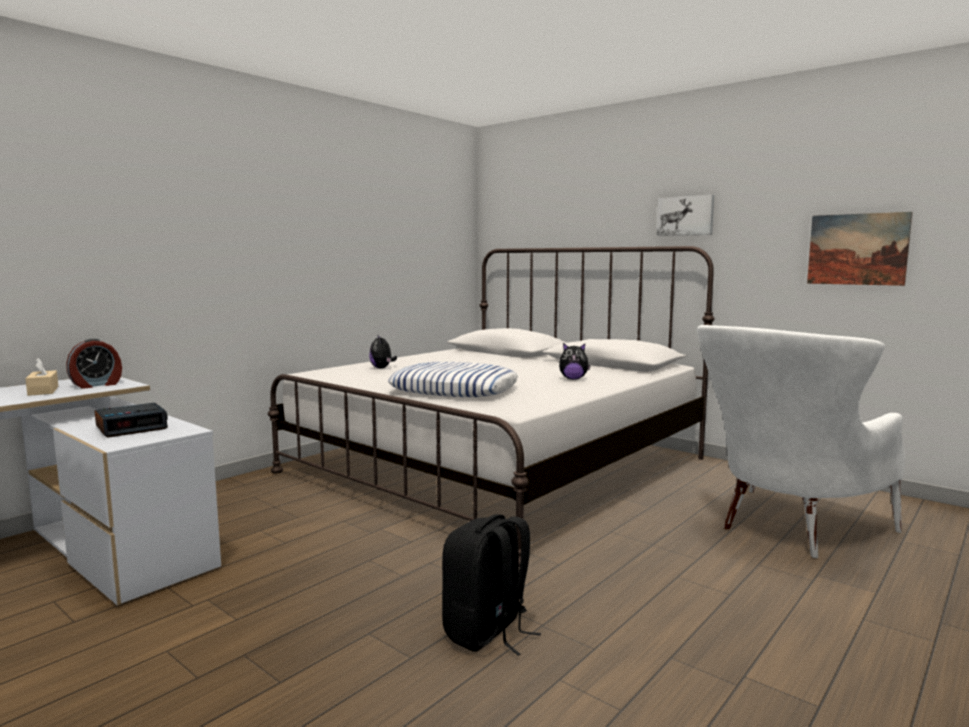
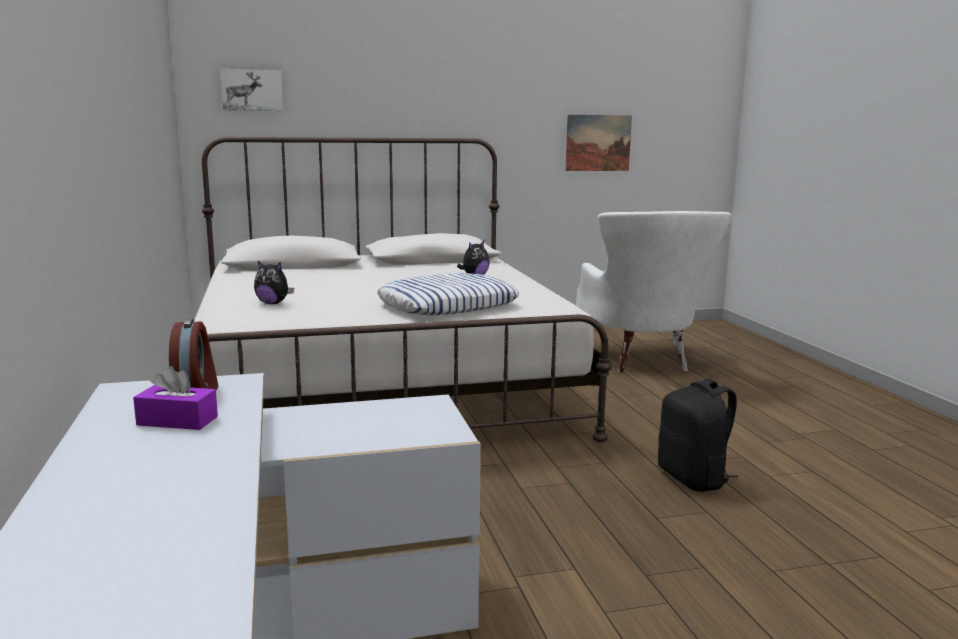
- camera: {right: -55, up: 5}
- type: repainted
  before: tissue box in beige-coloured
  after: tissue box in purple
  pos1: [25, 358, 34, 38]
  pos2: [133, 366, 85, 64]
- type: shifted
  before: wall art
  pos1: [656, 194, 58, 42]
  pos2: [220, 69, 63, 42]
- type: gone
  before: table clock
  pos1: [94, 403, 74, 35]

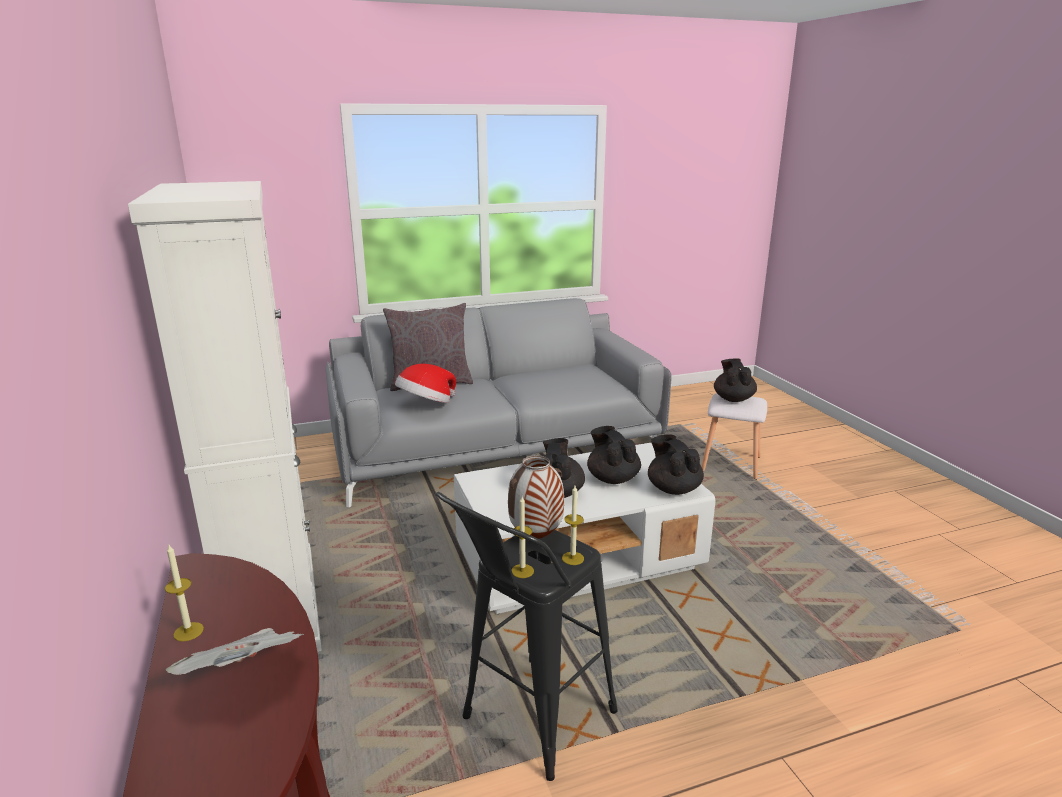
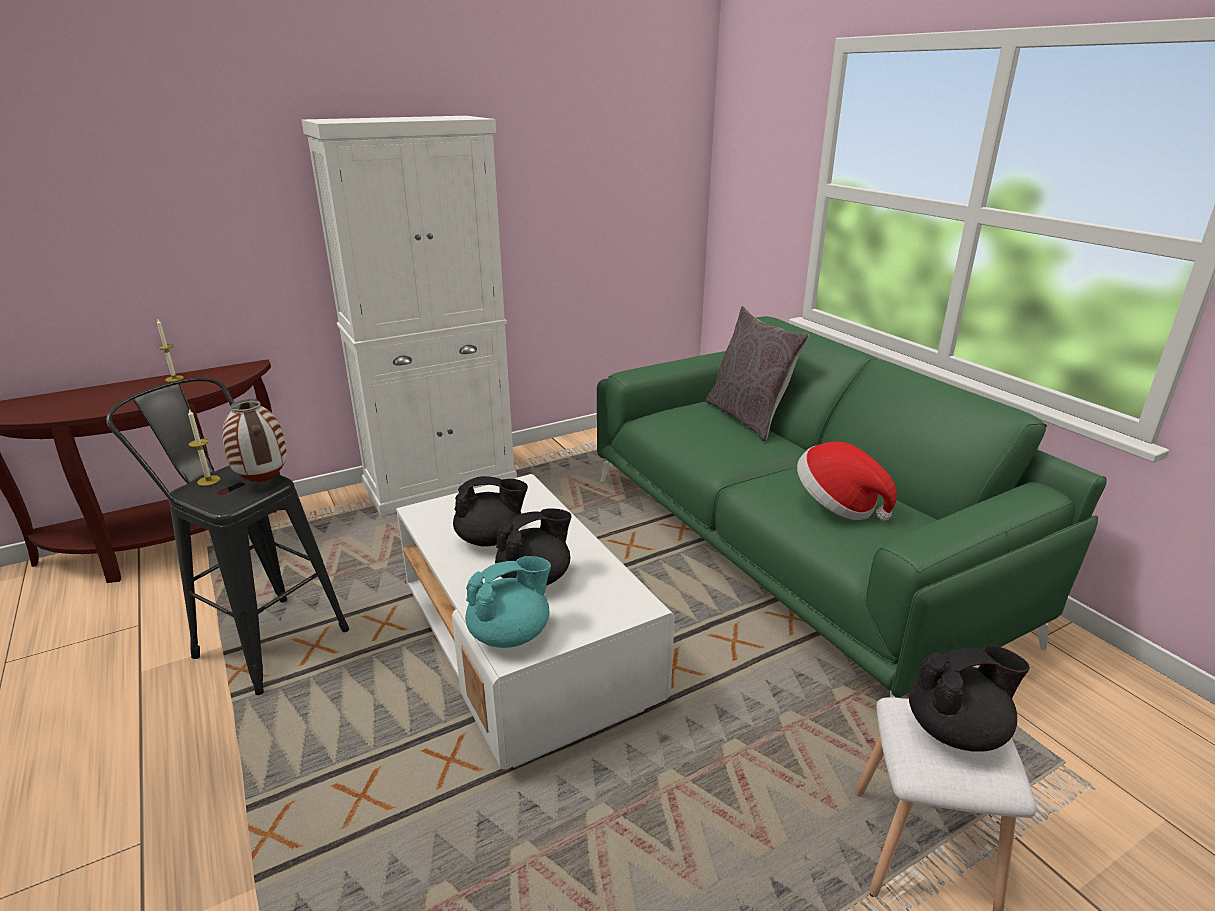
- camera: {right: 80, up: 5}
- type: repainted
  before: pot for tea in black-coloured
  after: pot for tea in turquoise-coloured
  pos1: [648, 434, 56, 61]
  pos2: [465, 556, 86, 92]
- type: repainted
  before: sofa in gray
  after: sofa in green
  pos1: [326, 298, 346, 209]
  pos2: [597, 316, 510, 382]
- type: shifted
  before: clothing hat
  pos1: [395, 364, 61, 39]
  pos2: [797, 442, 100, 79]
- type: gone
  before: daily paper
  pos1: [165, 628, 139, 47]
- type: gone
  before: wax candle
  pos1: [562, 486, 22, 79]

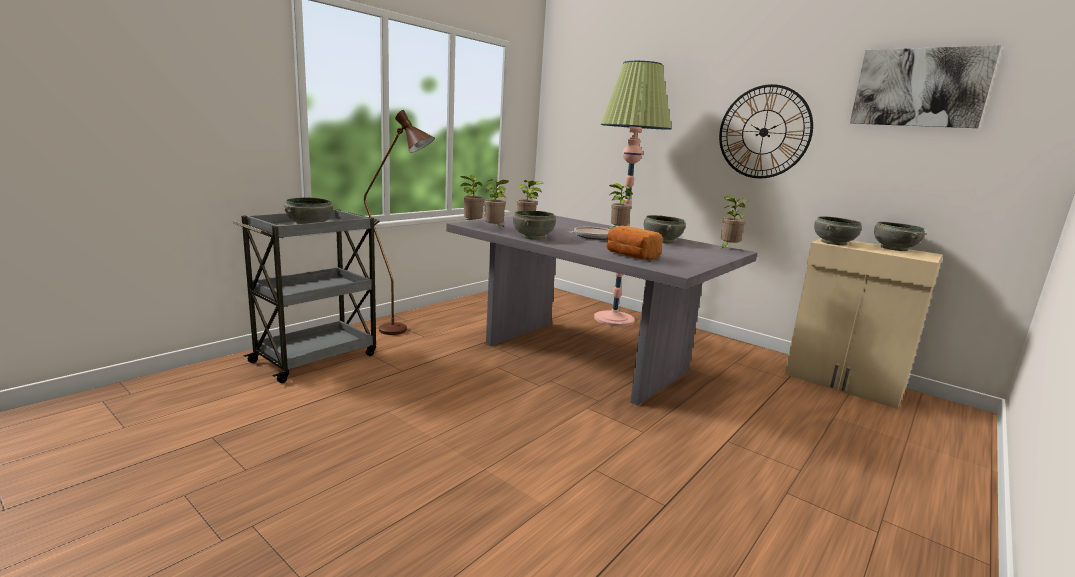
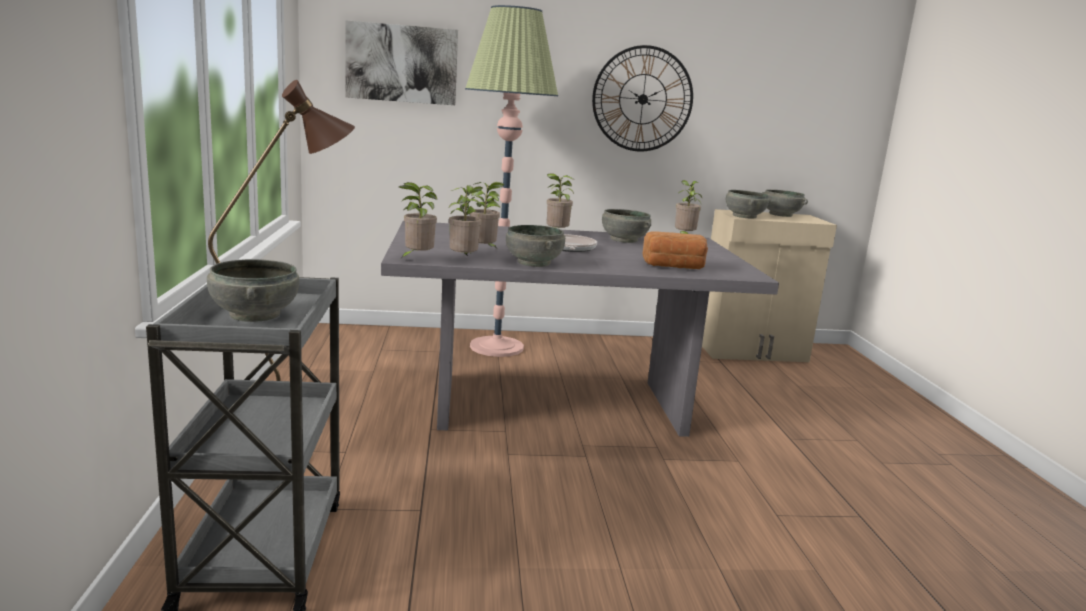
- camera: {right: -45, up: 0}
- type: shifted
  before: wall art
  pos1: [850, 45, 151, 83]
  pos2: [345, 20, 113, 85]

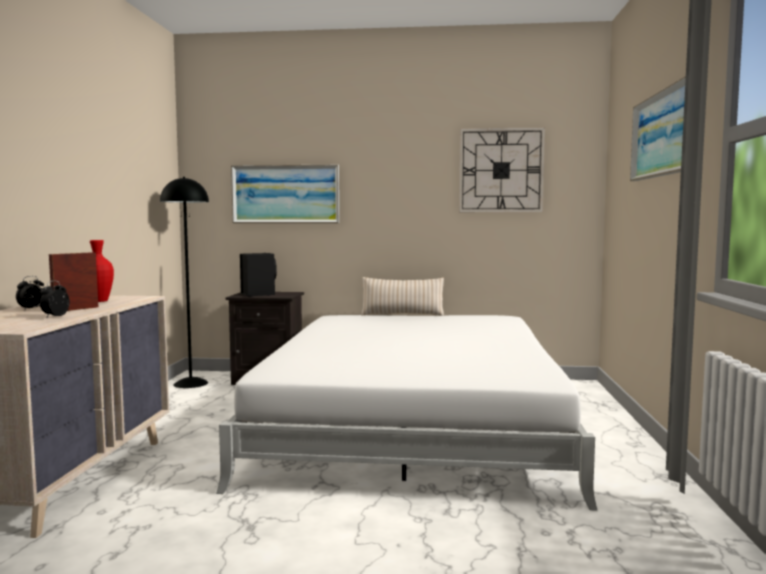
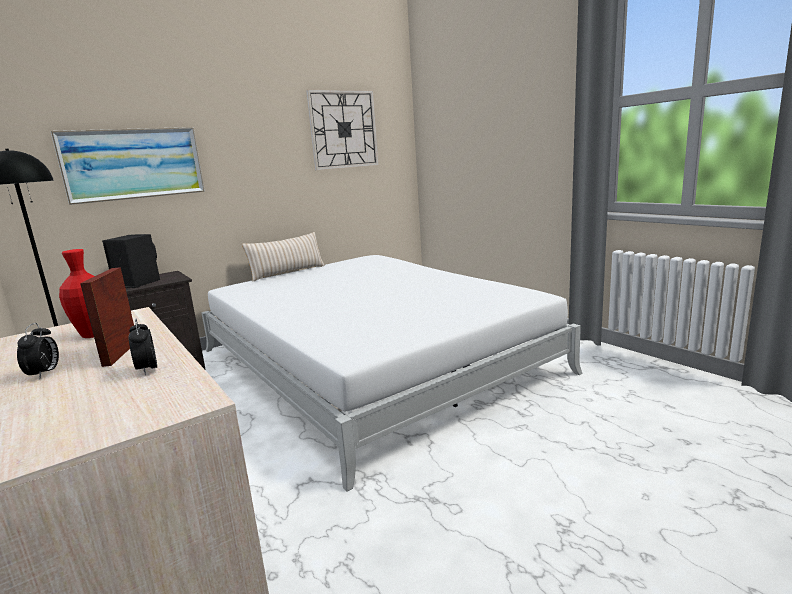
- camera: {right: -40, up: 10}
- type: gone
  before: wall art
  pos1: [630, 76, 56, 105]

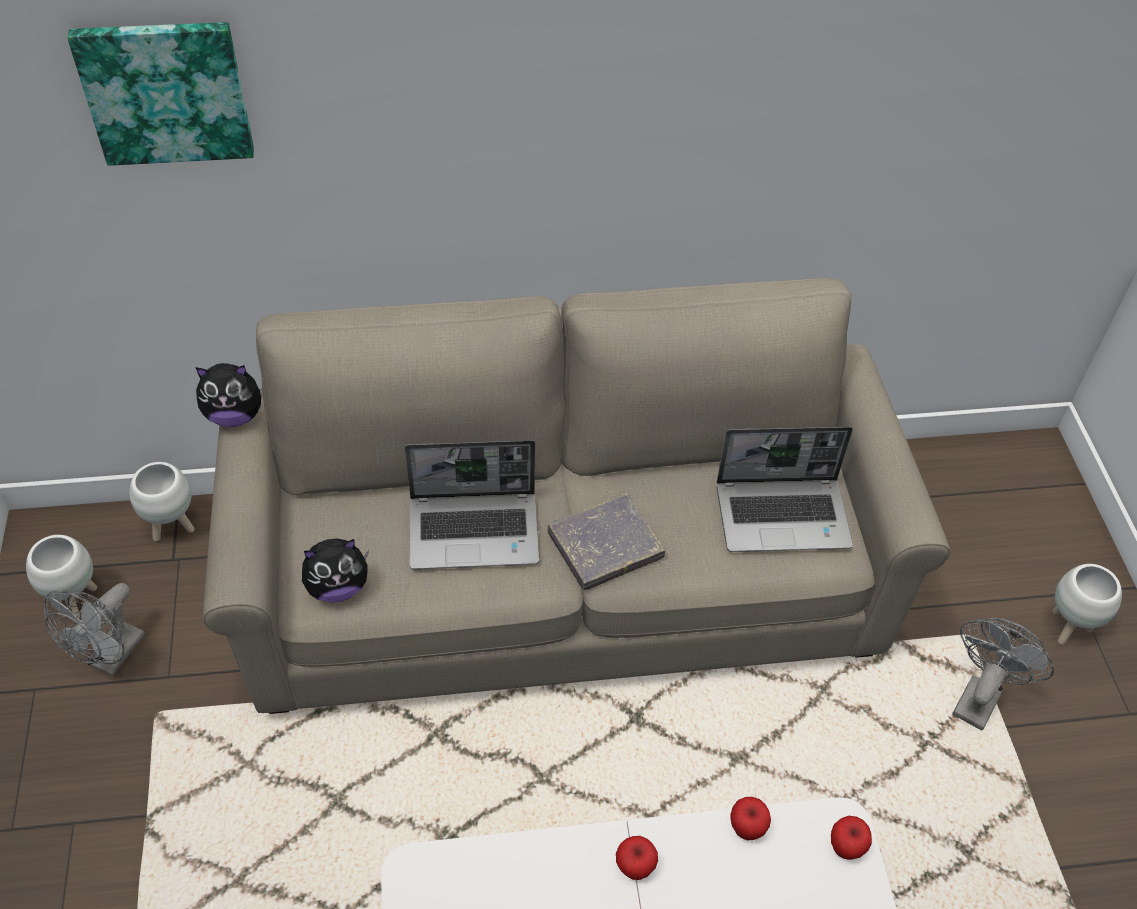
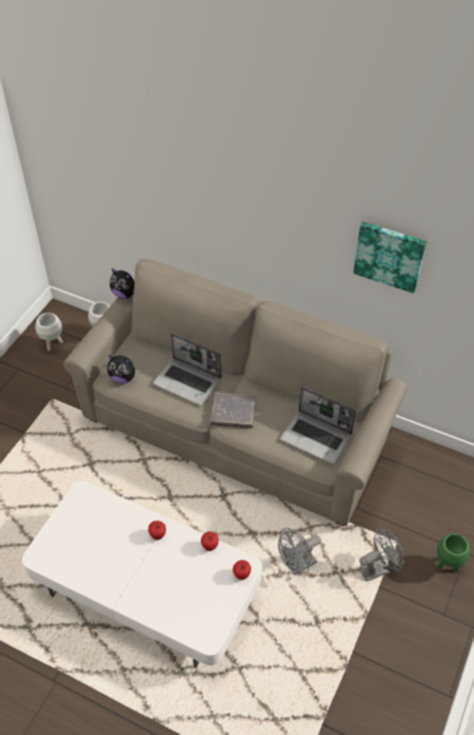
- camera: {right: 35, up: 0}
- type: shifted
  before: fan in gray
  pos1: [44, 583, 101, 93]
  pos2: [278, 528, 43, 47]
- type: shifted
  before: wall art
  pos1: [67, 22, 187, 144]
  pos2: [353, 222, 74, 71]
- type: repainted
  before: plant pot in white
  after: plant pot in green
  pos1: [1052, 564, 70, 81]
  pos2: [437, 533, 33, 39]

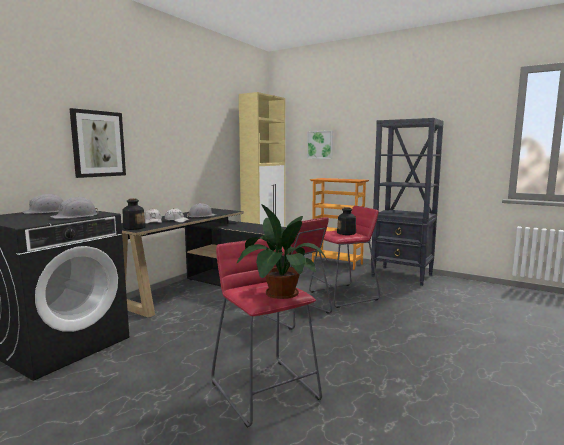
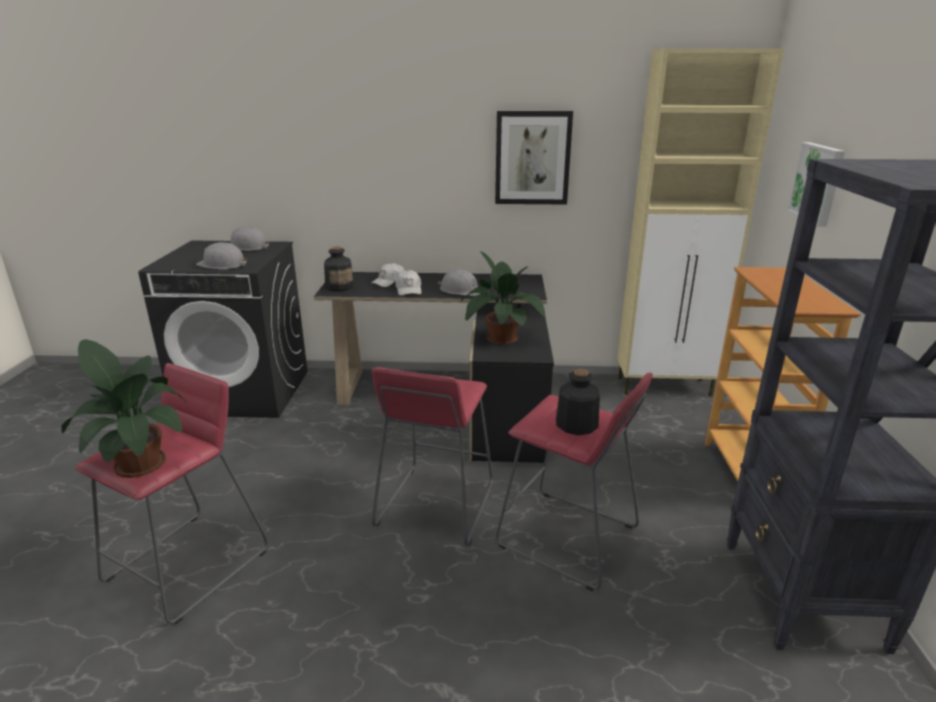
- camera: {right: 60, up: 15}
- type: new
  after: plant in a pot
  pos2: [460, 251, 85, 93]
- type: shifted
  before: wall art
  pos1: [70, 108, 56, 70]
  pos2: [495, 111, 78, 94]

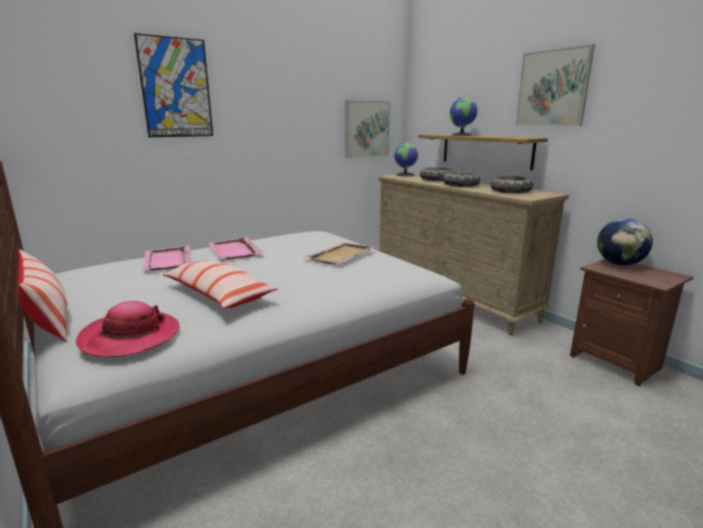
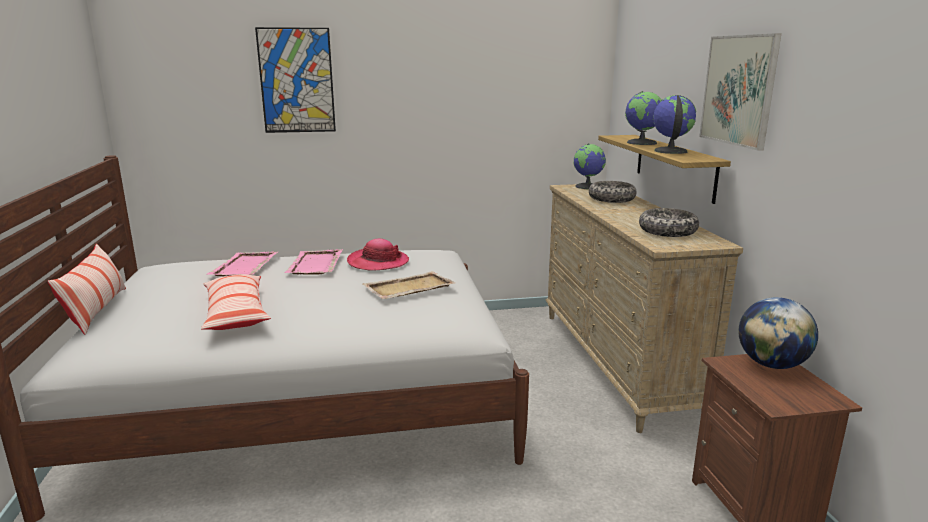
- camera: {right: 25, up: 0}
- type: shifted
  before: clothing hat
  pos1: [76, 301, 104, 56]
  pos2: [347, 239, 62, 32]
- type: new
  after: globe
  pos2: [653, 95, 43, 59]
- type: gone
  before: wall art
  pos1: [345, 100, 45, 58]
- type: gone
  before: deep dish
  pos1: [443, 171, 38, 16]

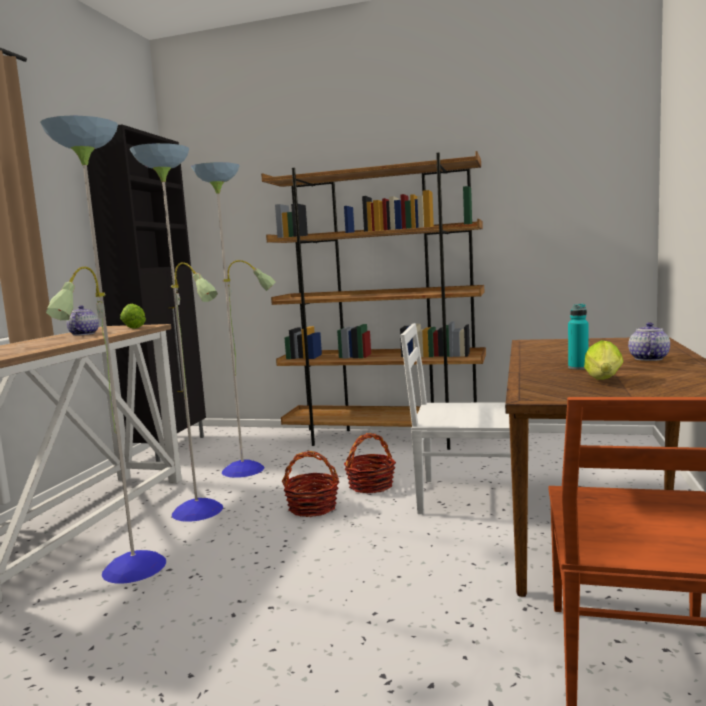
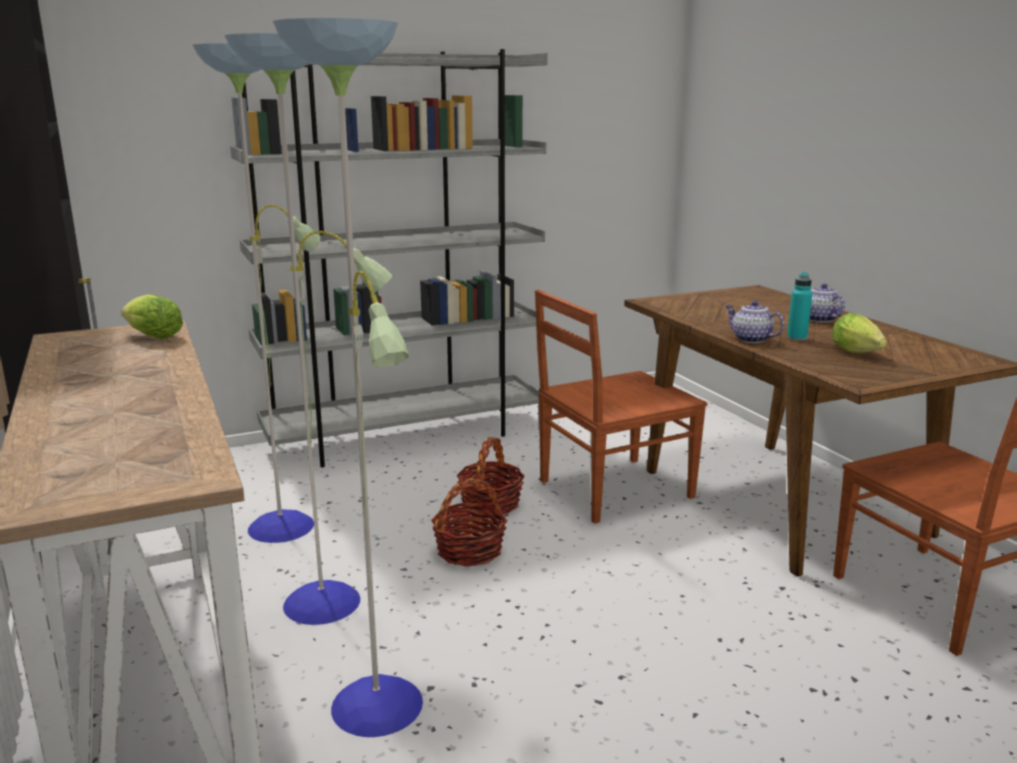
- camera: {right: -40, up: 10}
- type: repainted
  before: bookcase in brown
  after: bookcase in gray
  pos1: [261, 151, 225, 299]
  pos2: [230, 49, 318, 419]
- type: repainted
  before: upright chair in white
  after: upright chair in brown
  pos1: [400, 323, 130, 191]
  pos2: [535, 290, 172, 234]
- type: shifted
  before: pot for tea
  pos1: [66, 305, 33, 31]
  pos2: [725, 301, 60, 42]

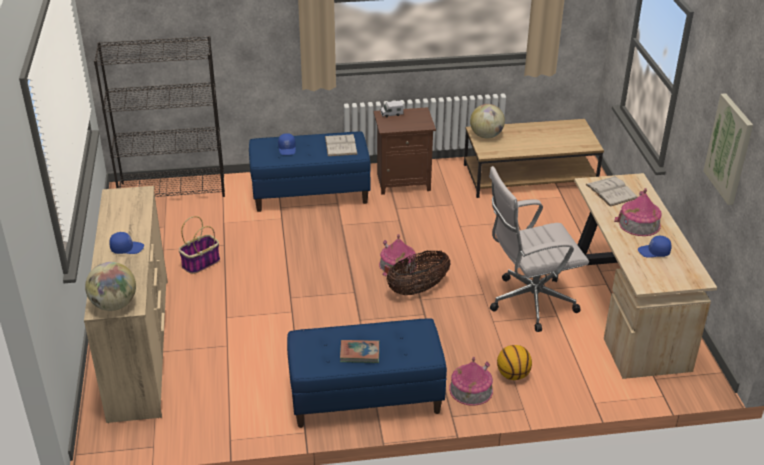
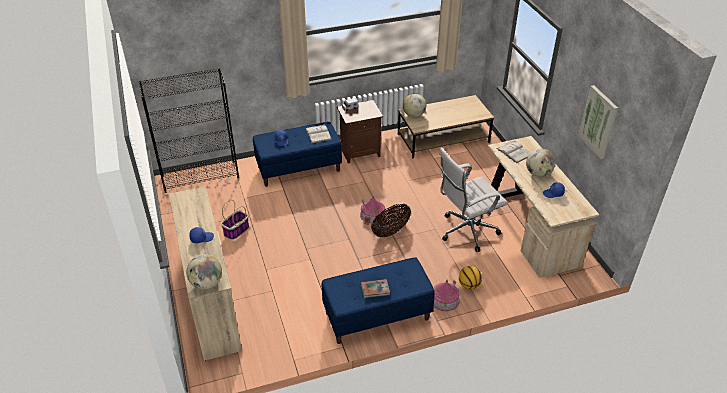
- camera: {right: -10, up: 5}
- type: swapped
  before: toy house
  after: globe
  pos1: [614, 188, 48, 48]
  pos2: [526, 149, 29, 28]

